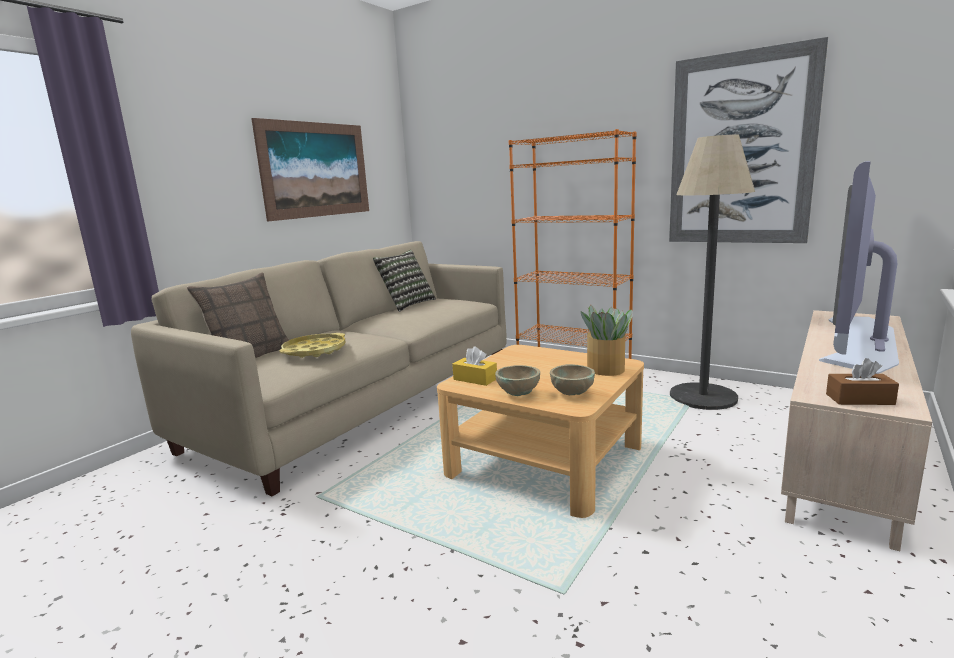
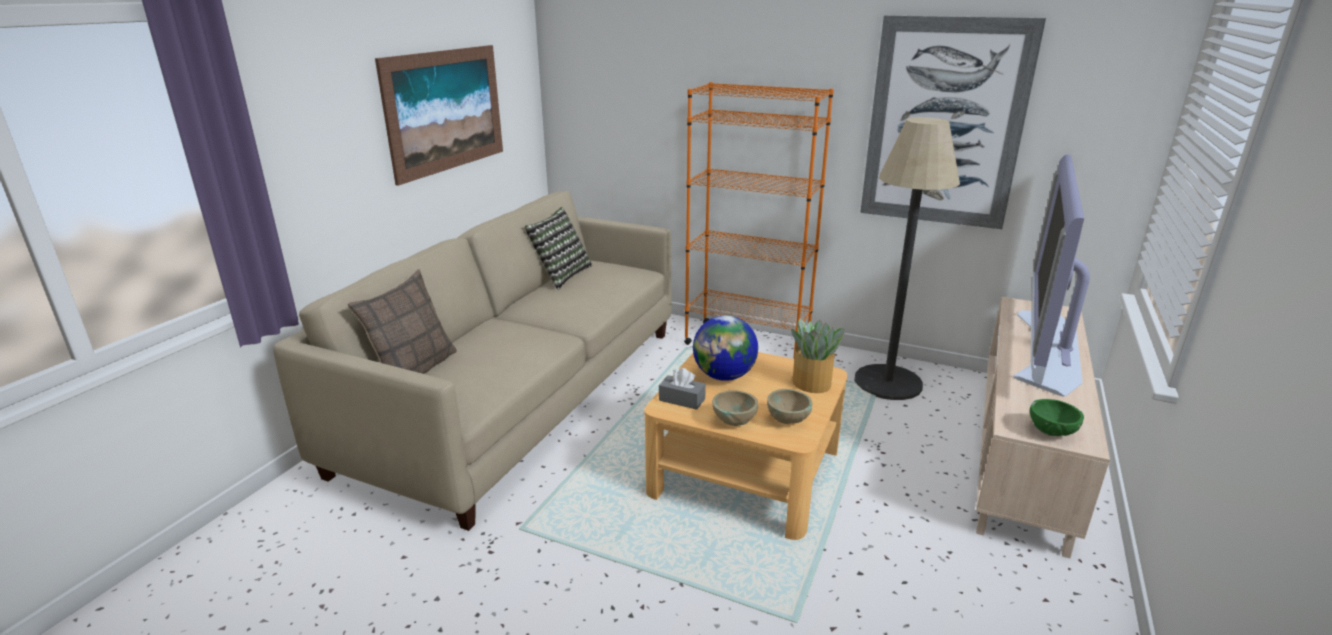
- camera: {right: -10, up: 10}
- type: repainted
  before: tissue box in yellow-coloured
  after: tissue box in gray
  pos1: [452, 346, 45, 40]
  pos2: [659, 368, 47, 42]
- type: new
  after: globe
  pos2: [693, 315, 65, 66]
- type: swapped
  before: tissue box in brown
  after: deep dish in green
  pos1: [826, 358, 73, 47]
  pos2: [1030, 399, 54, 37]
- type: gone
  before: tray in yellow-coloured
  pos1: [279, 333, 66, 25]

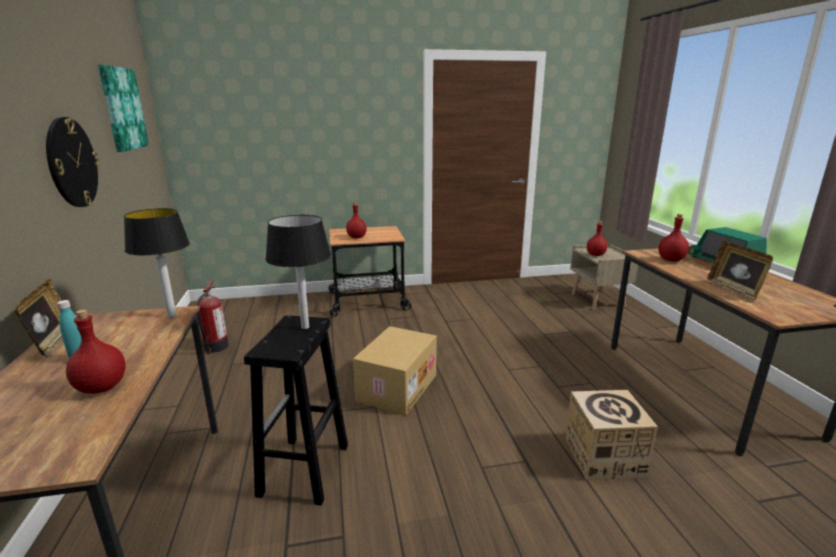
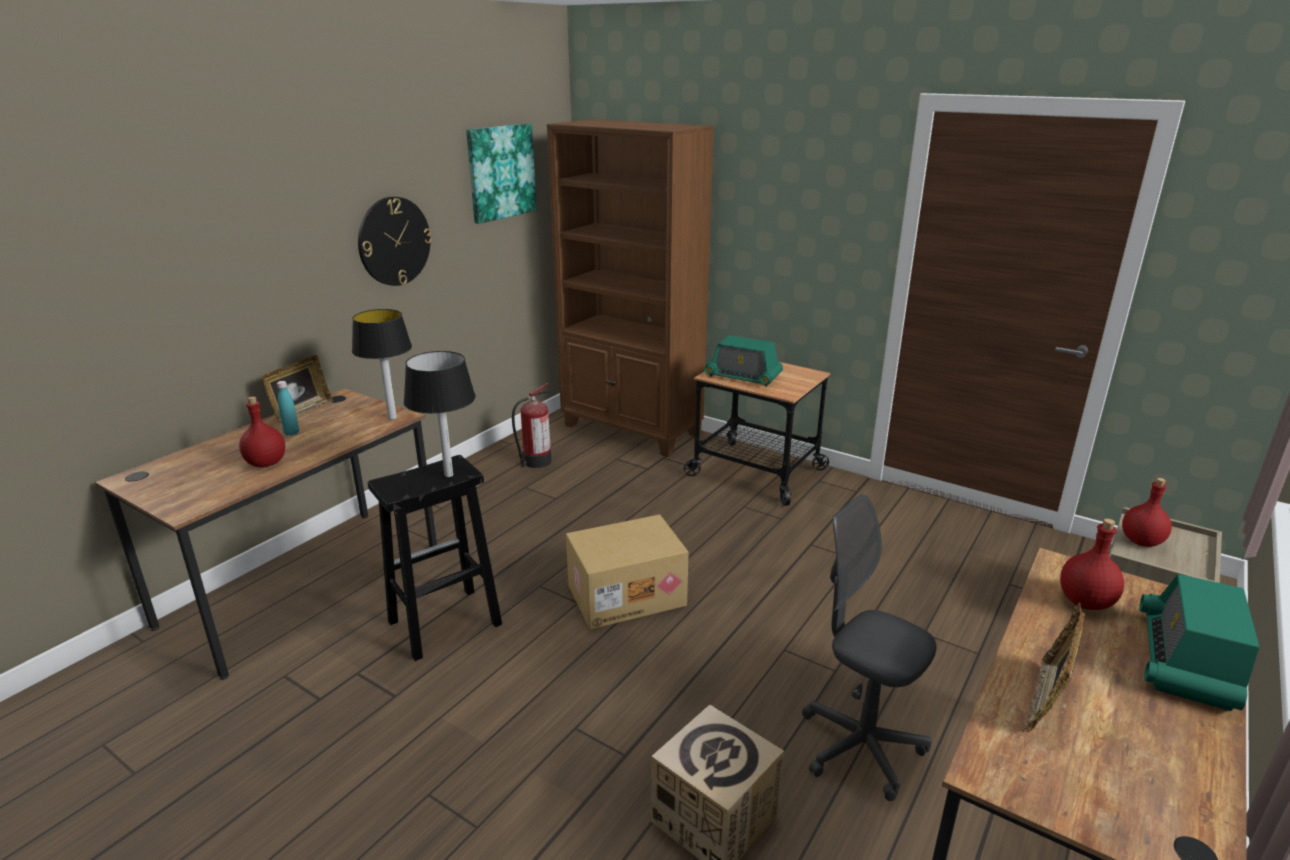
- camera: {right: 45, up: 5}
- type: new
  after: bookcase in brown
  pos2: [547, 119, 167, 338]
- type: swapped
  before: drink bottle in red
  after: radio set
  pos1: [346, 202, 21, 36]
  pos2: [704, 335, 79, 52]
- type: new
  after: computer chair in gray
  pos2: [802, 494, 134, 307]

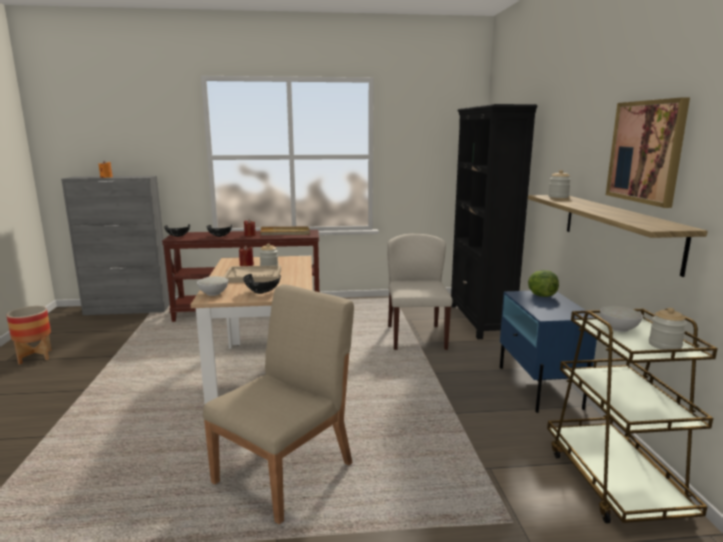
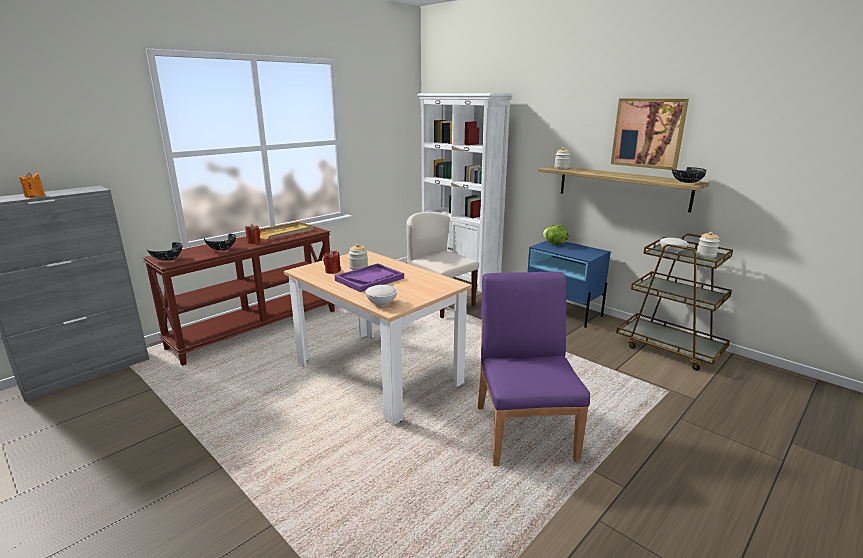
- camera: {right: -40, up: 5}
- type: repainted
  before: tray in beige-coloured
  after: tray in purple
  pos1: [223, 266, 58, 17]
  pos2: [335, 264, 69, 28]
- type: repainted
  before: bookcase in black-coloured
  after: bookcase in white
  pos1: [451, 104, 86, 235]
  pos2: [418, 93, 95, 199]
- type: repainted
  before: upright chair in beige-coloured
  after: upright chair in purple
  pos1: [203, 284, 151, 240]
  pos2: [478, 272, 112, 194]
- type: shifted
  before: deep dish in black-coloured
  pos1: [243, 274, 38, 20]
  pos2: [672, 167, 35, 16]
- type: gone
  before: plant pot
  pos1: [6, 306, 46, 59]

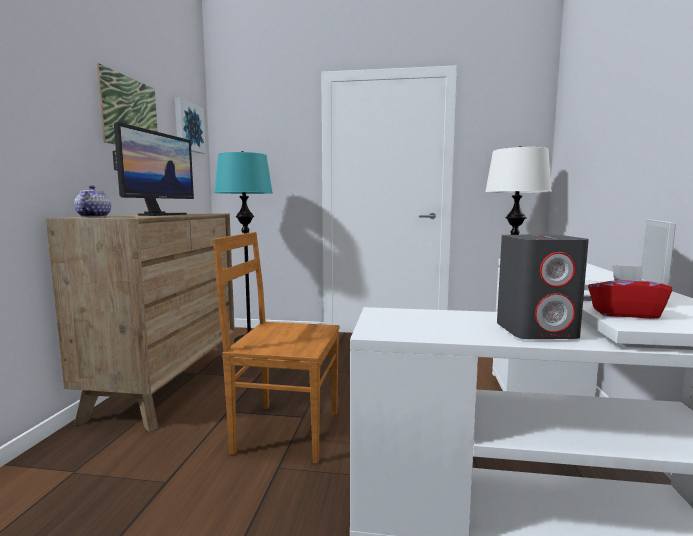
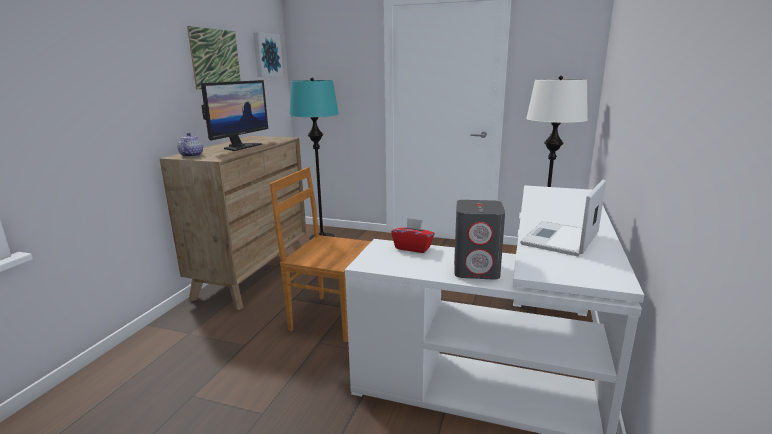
- camera: {right: 10, up: 10}
- type: shifted
  before: tissue box in red
  pos1: [588, 265, 84, 54]
  pos2: [391, 218, 43, 35]

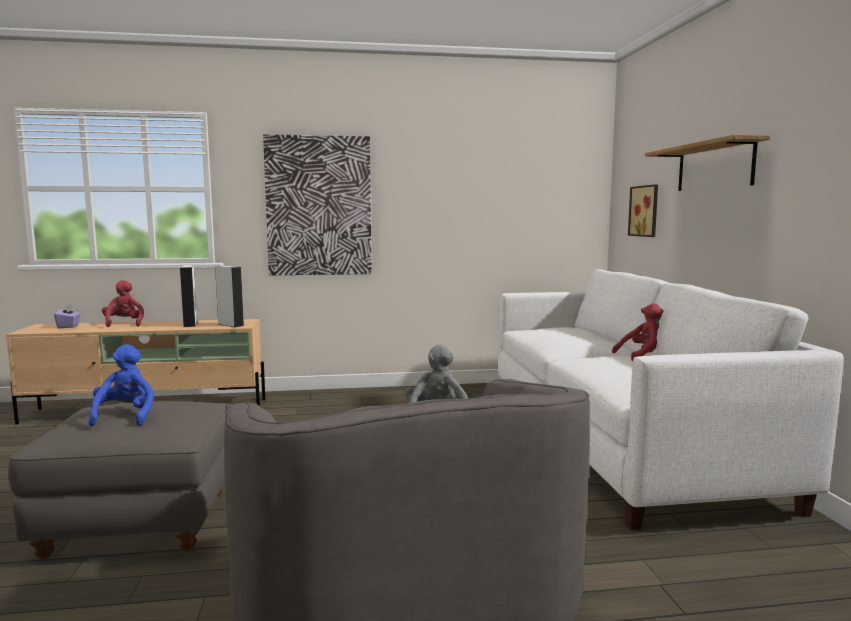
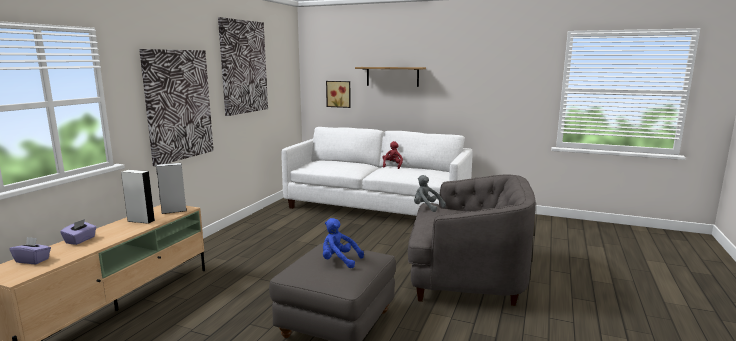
- camera: {right: -60, up: 5}
- type: swapped
  before: plush toy in red
  after: tissue box in purple
  pos1: [102, 280, 42, 47]
  pos2: [60, 219, 37, 26]
- type: new
  after: wall art
  pos2: [218, 17, 50, 99]

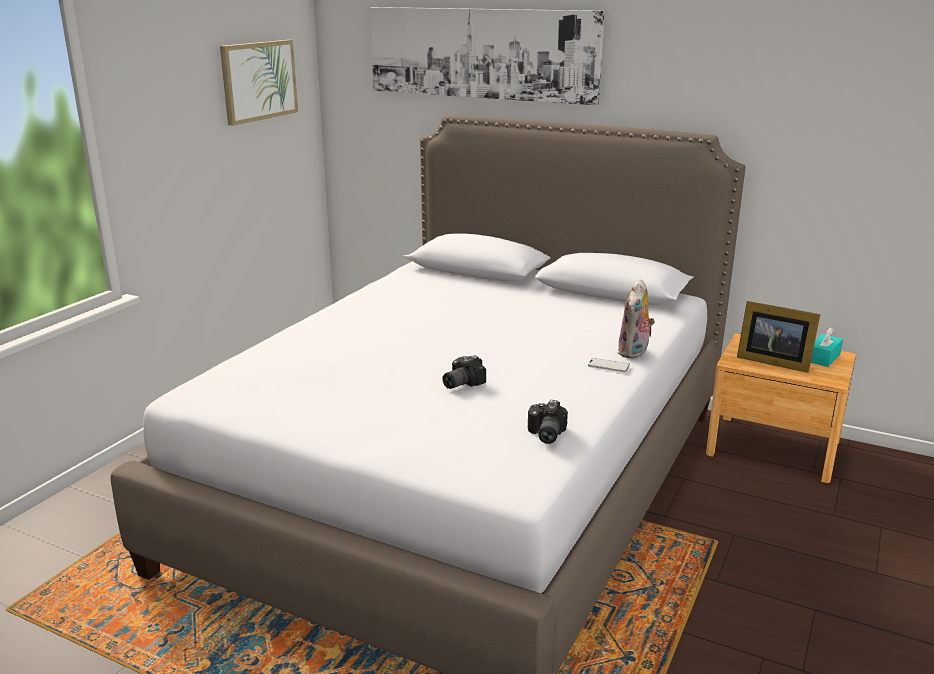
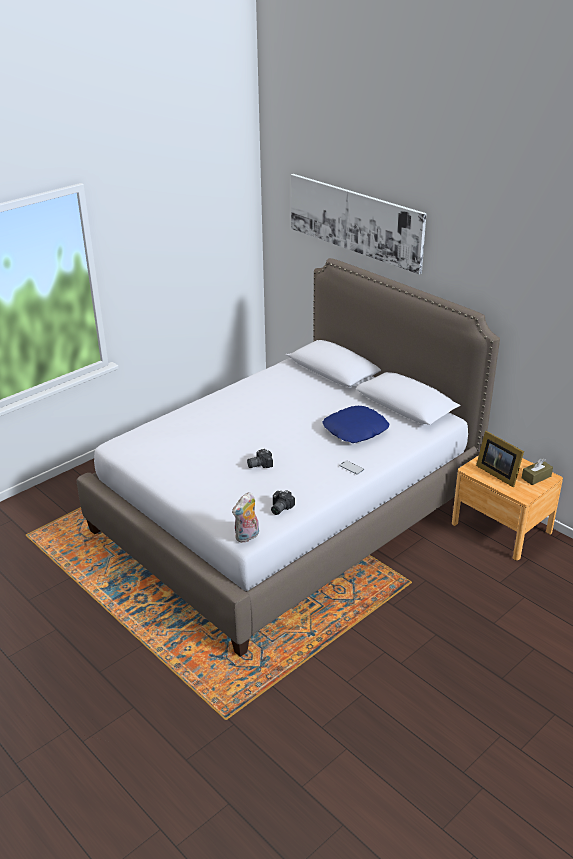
- camera: {right: 20, up: 10}
- type: shifted
  before: plush toy
  pos1: [618, 279, 37, 80]
  pos2: [232, 492, 27, 51]
- type: new
  after: throw pillow in bluish
  pos2: [322, 406, 67, 37]
- type: repainted
  before: tissue box in turquoise-coloured
  after: tissue box in brown
  pos1: [811, 327, 32, 40]
  pos2: [522, 458, 31, 27]
- type: gone
  before: wall art
  pos1: [220, 40, 78, 86]

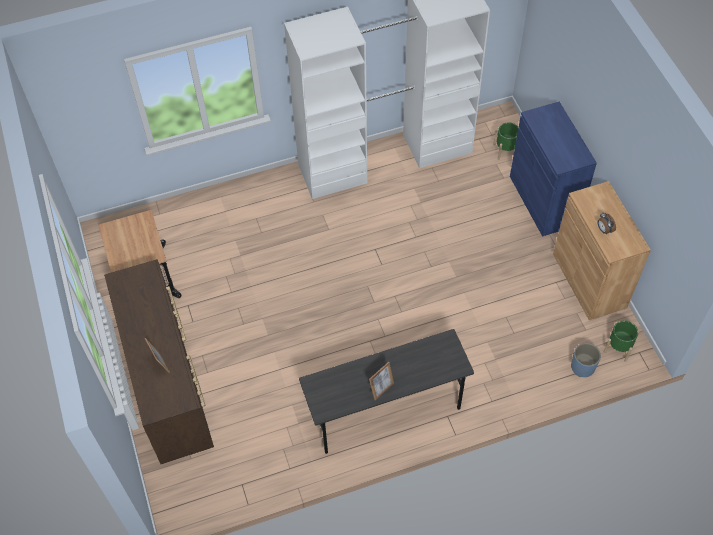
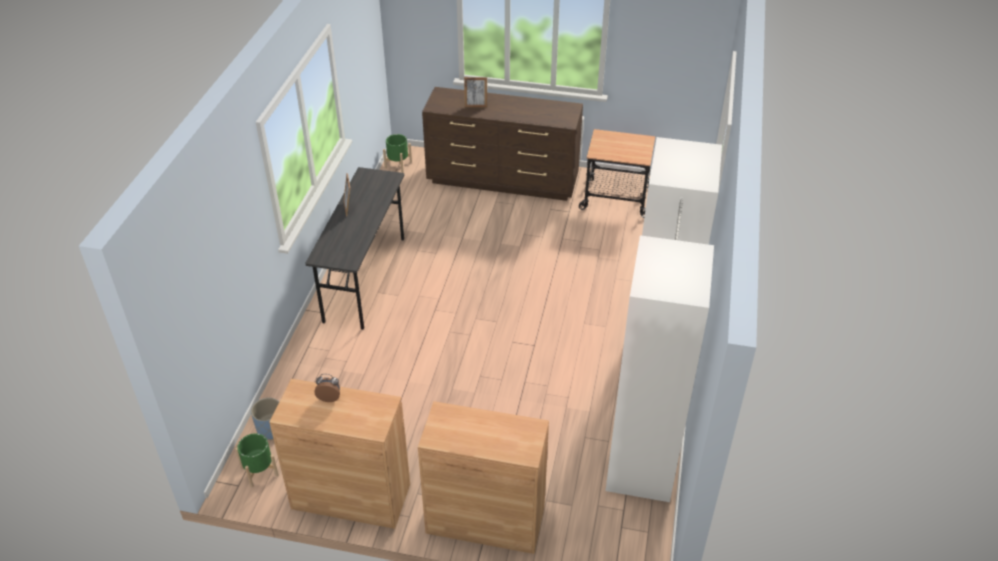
- camera: {right: 120, up: -15}
- type: shifted
  before: plant pot in green
  pos1: [493, 122, 26, 38]
  pos2: [383, 134, 29, 39]
- type: repainted
  before: cupboard in bluish
  after: cupboard in brown
  pos1: [510, 102, 87, 135]
  pos2: [418, 401, 131, 153]

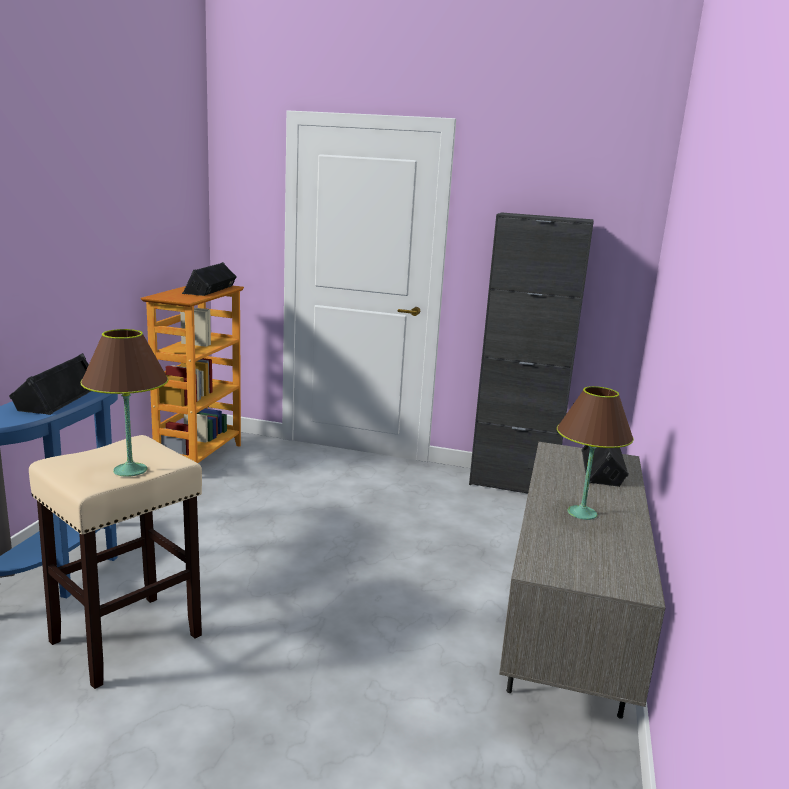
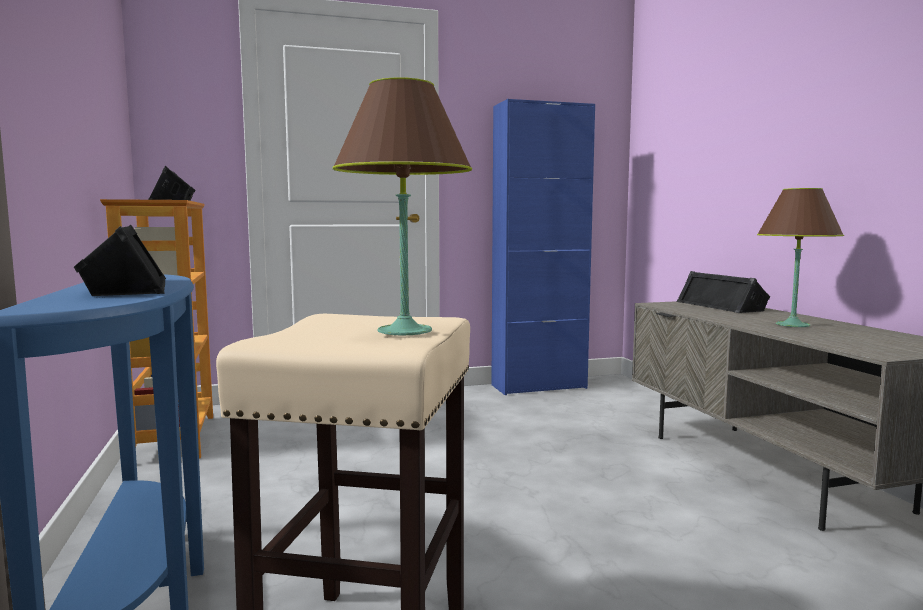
- camera: {right: -30, up: -10}
- type: repainted
  before: cupboard in black-coloured
  after: cupboard in bluish
  pos1: [469, 212, 125, 282]
  pos2: [491, 99, 104, 296]

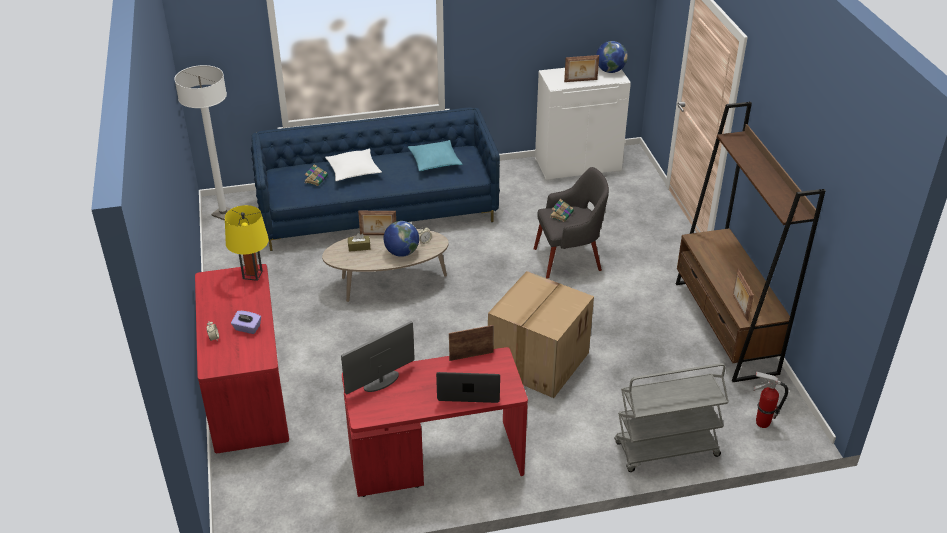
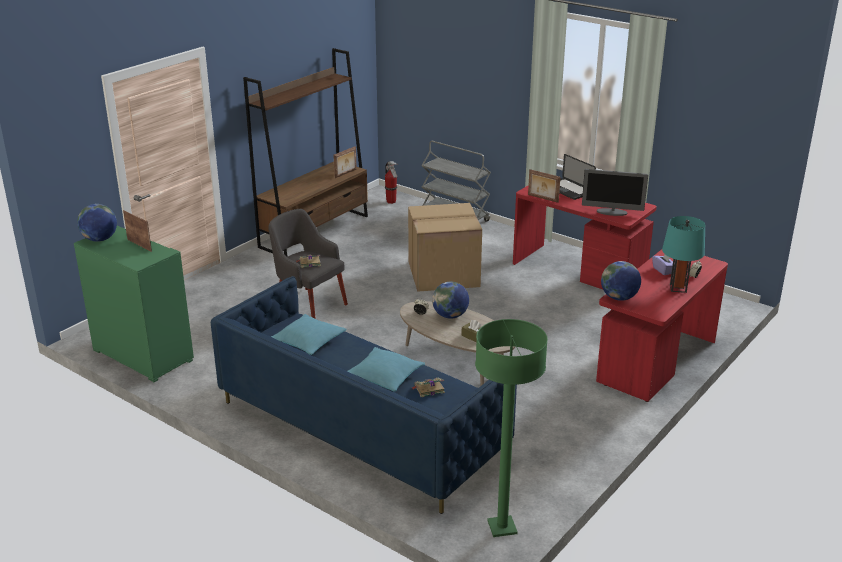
- camera: {right: -130, up: -10}
- type: repainted
  before: cupboard in white
  after: cupboard in green
  pos1: [535, 66, 96, 115]
  pos2: [74, 226, 120, 156]
- type: repainted
  before: throw pillow in white
  after: throw pillow in turquoise-coloured
  pos1: [325, 149, 57, 32]
  pos2: [347, 347, 78, 45]
- type: repainted
  before: standing lamp in white
  after: standing lamp in green
  pos1: [174, 65, 56, 156]
  pos2: [475, 319, 73, 218]
- type: swapped
  before: table lamp in yellow-coloured
  after: globe
  pos1: [225, 205, 44, 76]
  pos2: [601, 261, 40, 40]
- type: new
  after: table lamp in turquoise-coloured
  pos2: [662, 216, 43, 77]
- type: gone
  before: picture frame
  pos1: [358, 211, 38, 24]

